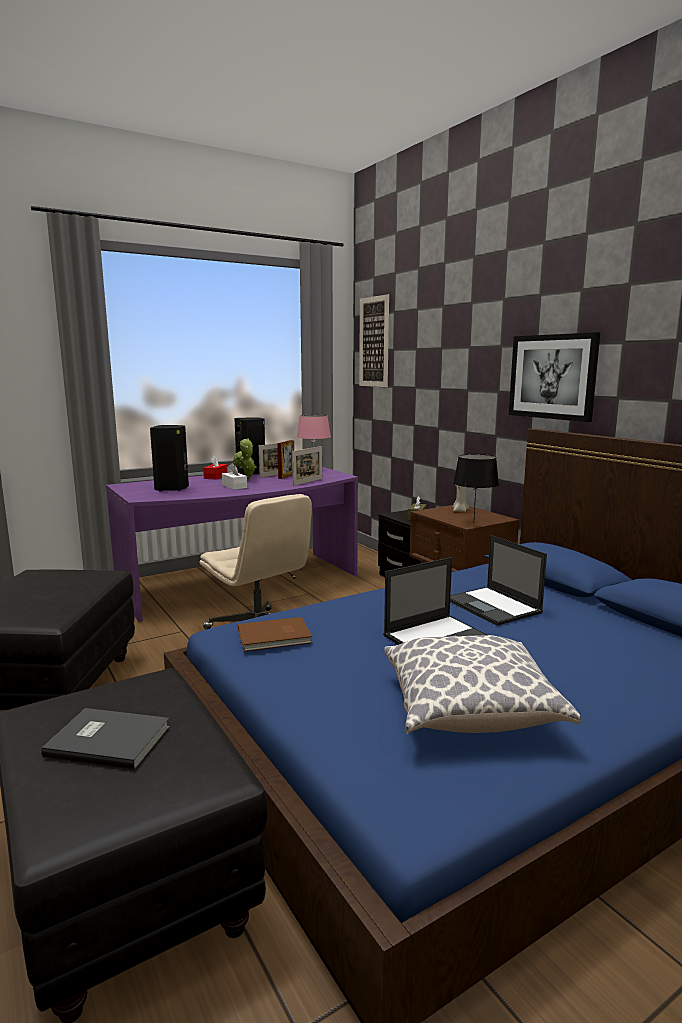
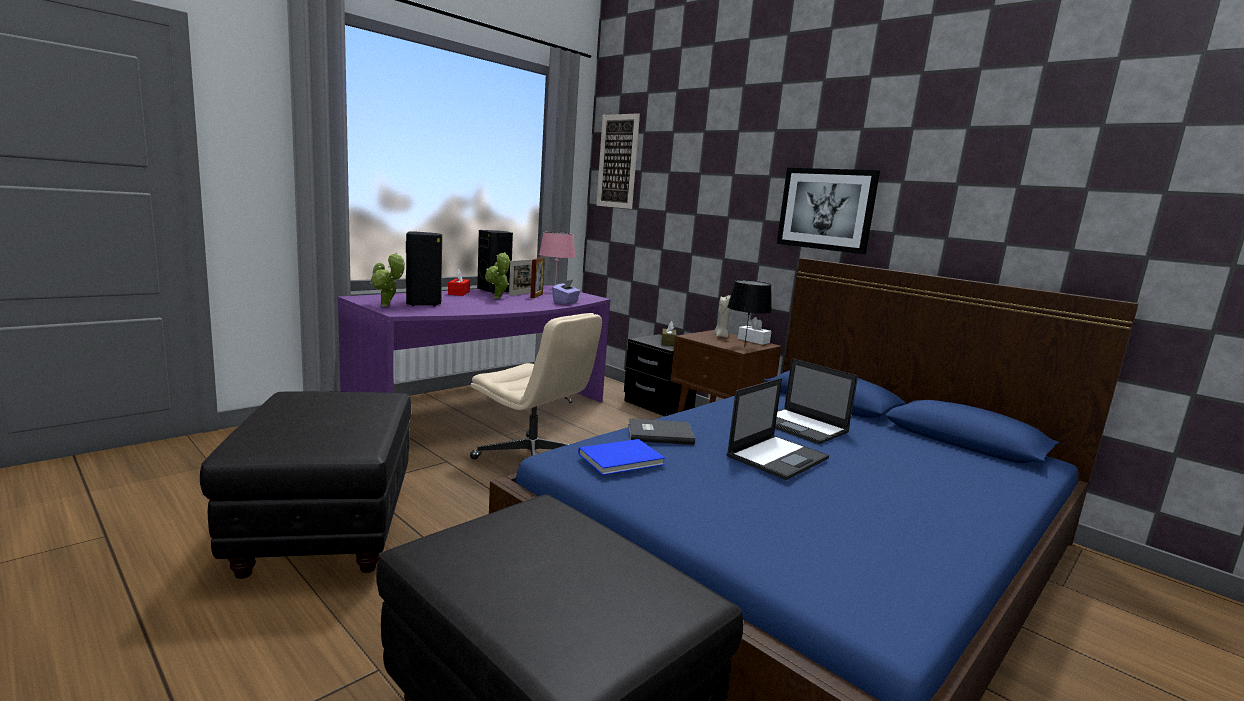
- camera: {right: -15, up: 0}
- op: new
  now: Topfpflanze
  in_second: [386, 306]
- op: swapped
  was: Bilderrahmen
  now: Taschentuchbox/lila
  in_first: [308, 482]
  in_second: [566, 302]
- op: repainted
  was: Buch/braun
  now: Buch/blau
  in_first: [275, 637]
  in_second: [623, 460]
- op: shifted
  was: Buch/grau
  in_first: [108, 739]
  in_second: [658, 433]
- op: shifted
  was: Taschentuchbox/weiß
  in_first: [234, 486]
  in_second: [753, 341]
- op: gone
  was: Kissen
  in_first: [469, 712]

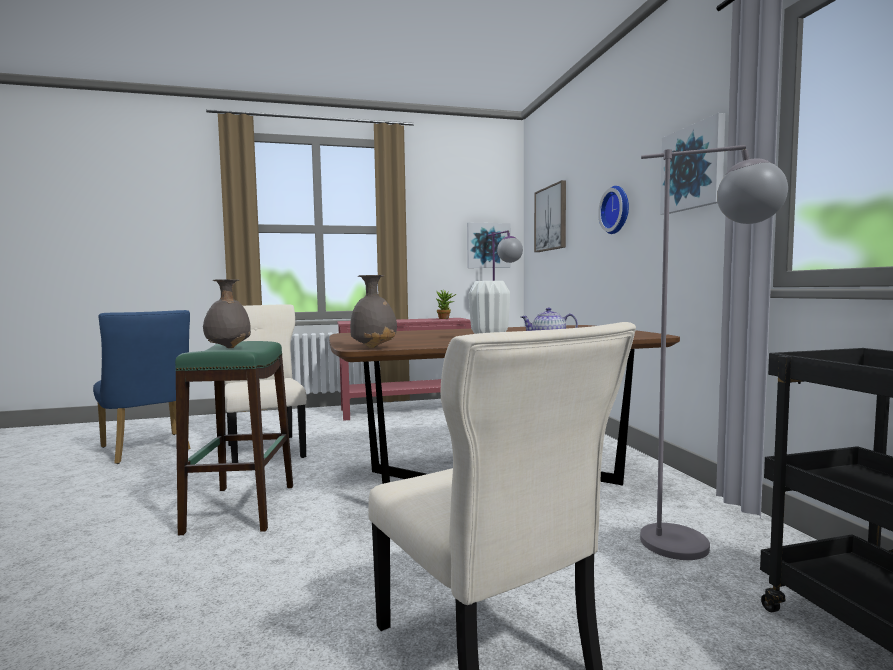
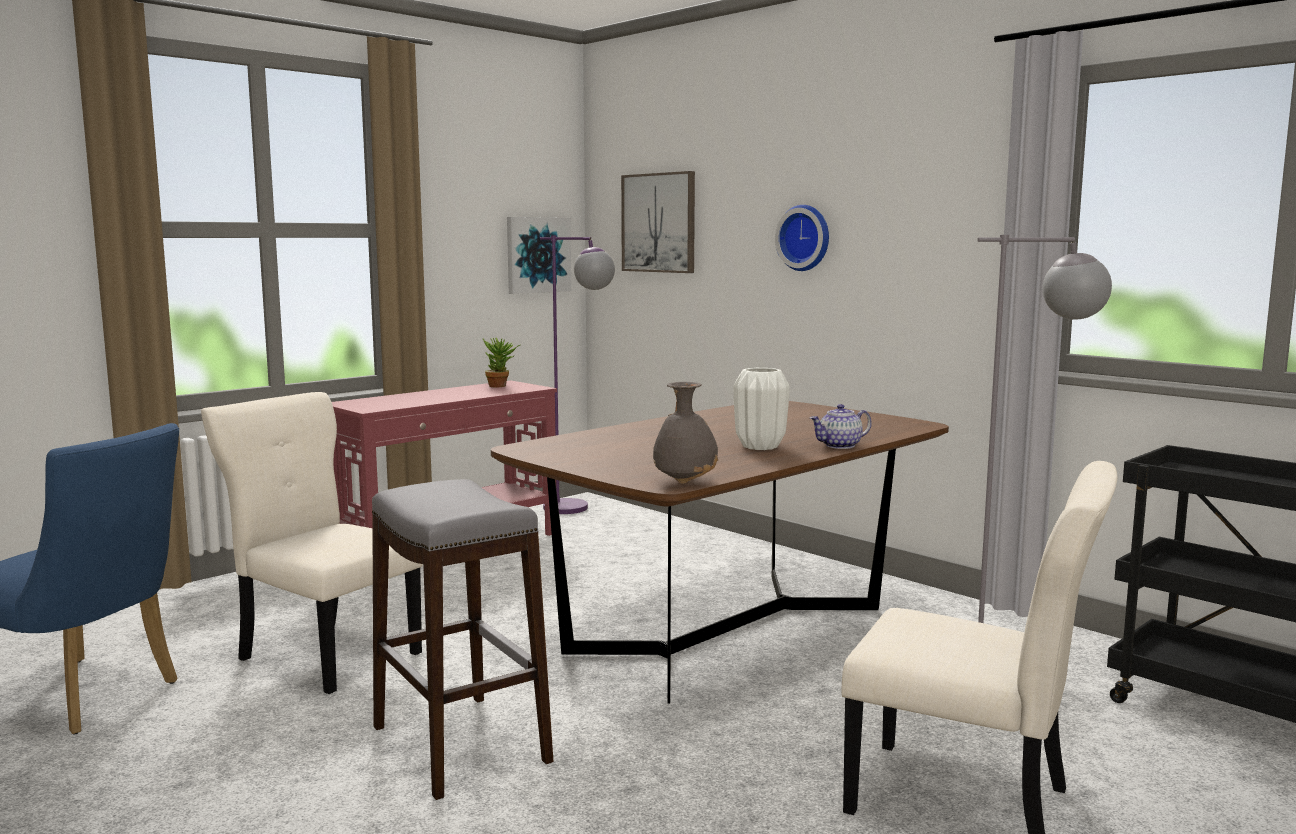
- camera: {right: -30, up: 5}
- op: repainted
  was: Hocker/grün
  now: Hocker/grau
  in_first: [241, 508]
  in_second: [459, 744]
- op: gone
  was: Vase/grau
  in_first: [227, 348]
- op: gone
  was: Bild
  in_first: [693, 168]

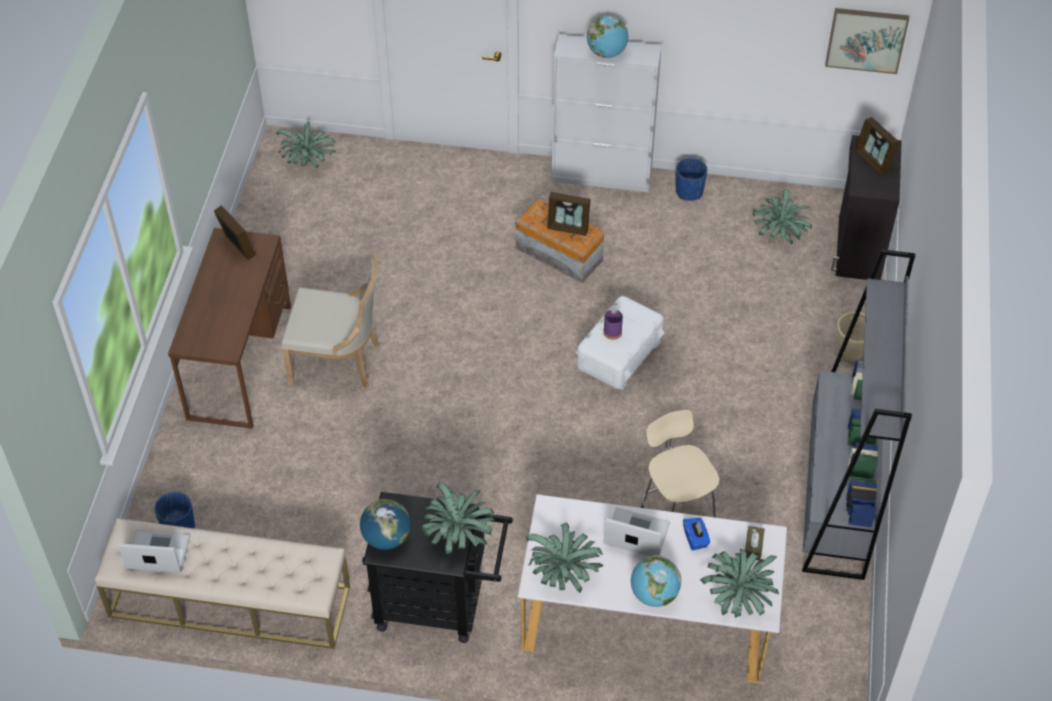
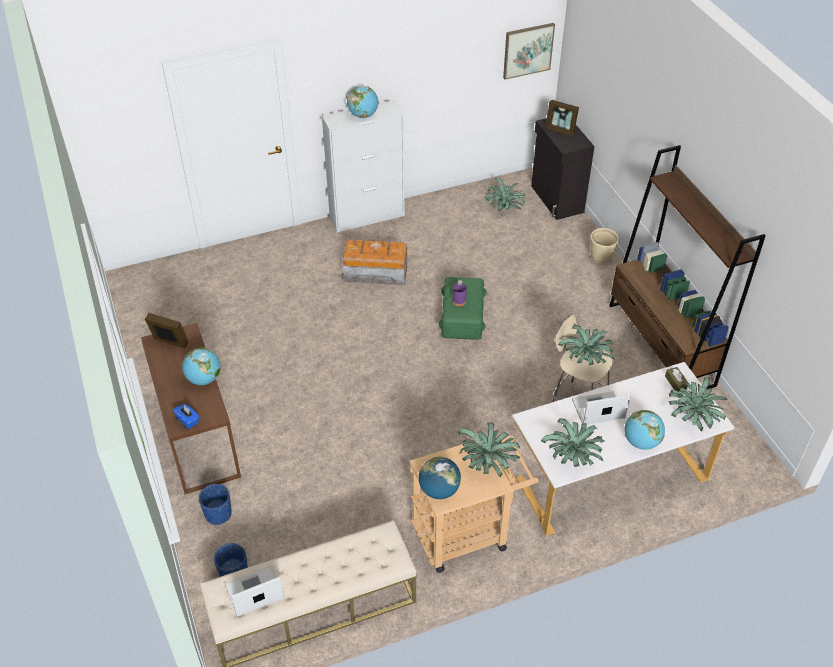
- camera: {right: -30, up: -5}
- op: shifted
  was: Taschentuchbox/blau
  in_first: [695, 539]
  in_second: [188, 420]
- op: new
  now: Globus
  in_second: [204, 379]
- op: shifted
  was: Pflanzkübel/blau
  in_first: [689, 191]
  in_second: [218, 514]
- op: repainted
  was: Rollwagen/schwarz
  now: Rollwagen/beige
  in_first: [440, 604]
  in_second: [467, 532]
- op: repainted
  was: Aufbewahrungsbox/weiß
  now: Aufbewahrungsbox/grün
  in_first: [618, 354]
  in_second: [462, 318]
- op: shifted
  was: Topfpflanze
  in_first: [308, 162]
  in_second: [586, 359]
- op: repainted
  was: Bücherregal/grau
  now: Bücherregal/braun
  in_first: [837, 496]
  in_second: [661, 345]
- op: gone
  was: Stuhl/beige
  in_first: [338, 362]
- op: gone
  was: Bilderrahmen
  in_first: [568, 228]

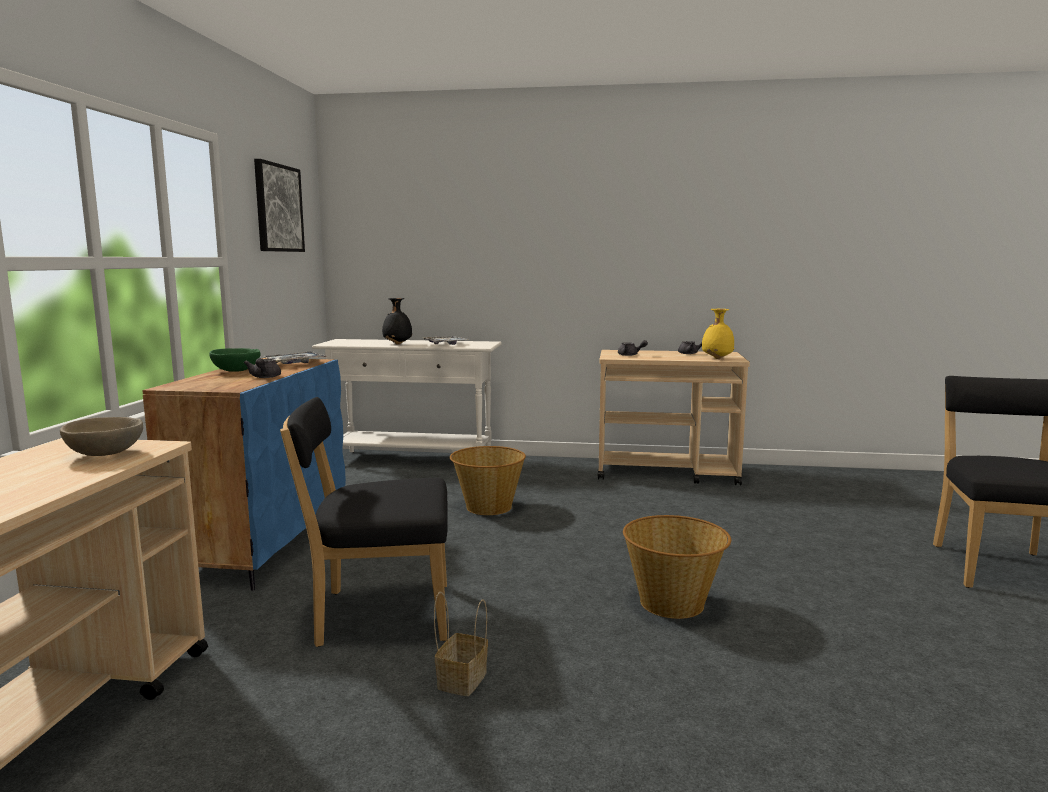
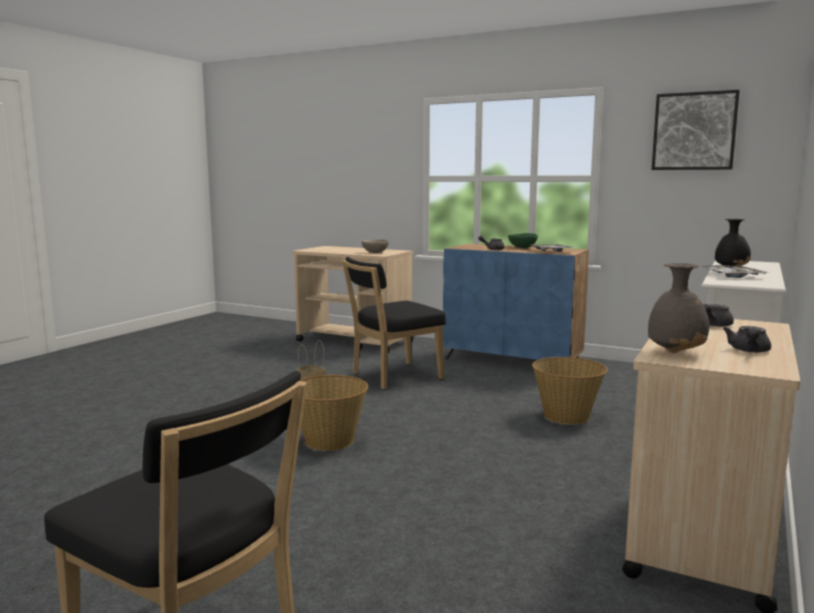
- camera: {right: 110, up: 0}
- op: rotated
  was: Stuhl/schwarz
  in_first: [377, 615]
  in_second: [393, 377]
  clockwise: -135
- op: repainted
  was: Vase/gelb
  now: Vase/grau
  in_first: [716, 358]
  in_second: [676, 352]

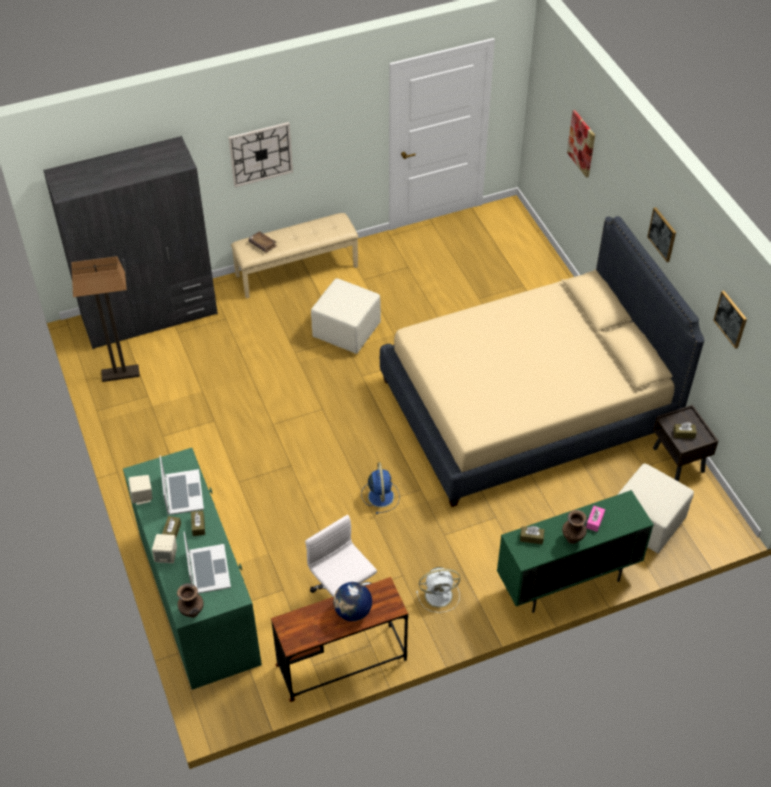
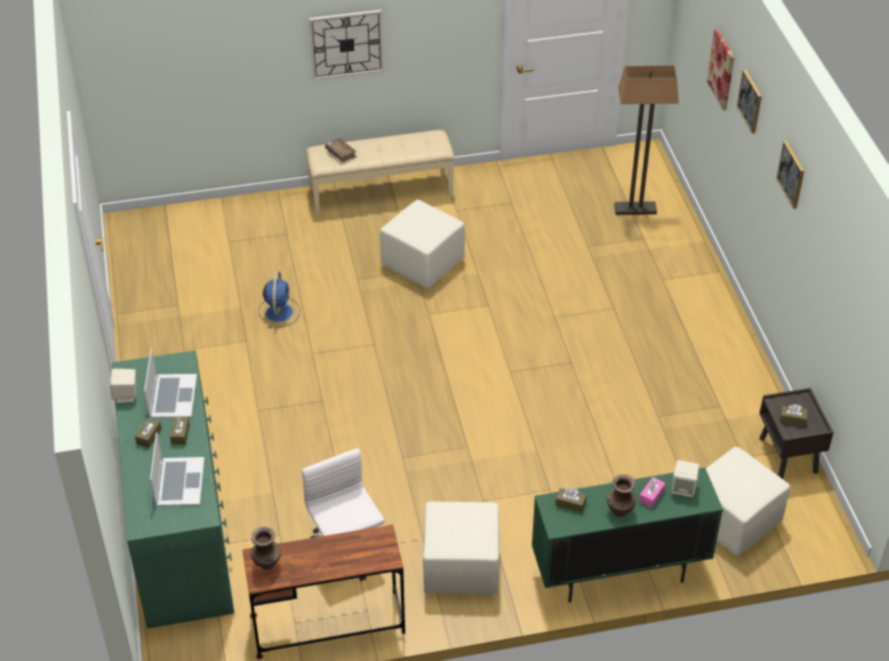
- camera: {right: 10, up: -5}
- op: shifted
  was: Vase/braun
  in_first: [192, 612]
  in_second: [267, 564]
- op: shifted
  was: Ventilator/blau
  in_first: [380, 495]
  in_second: [279, 311]
- op: swapped
  was: Ventilator/weiß
  now: Polsterhocker/beige
  in_first: [440, 595]
  in_second: [462, 567]
- op: shifted
  was: Stehlampe
  in_first: [120, 374]
  in_second: [635, 209]
- op: shifted
  was: Lautsprecher/beige
  in_first: [166, 556]
  in_second: [683, 488]
- op: shifted
  was: Bild
  in_first: [731, 319]
  in_second: [750, 101]
- op: gone
  was: Kleiderschrank/grau
  in_first: [150, 315]
- op: gone
  was: Globus
  in_first: [352, 611]
- op: gone
  was: Bett/beige
  in_first: [528, 405]

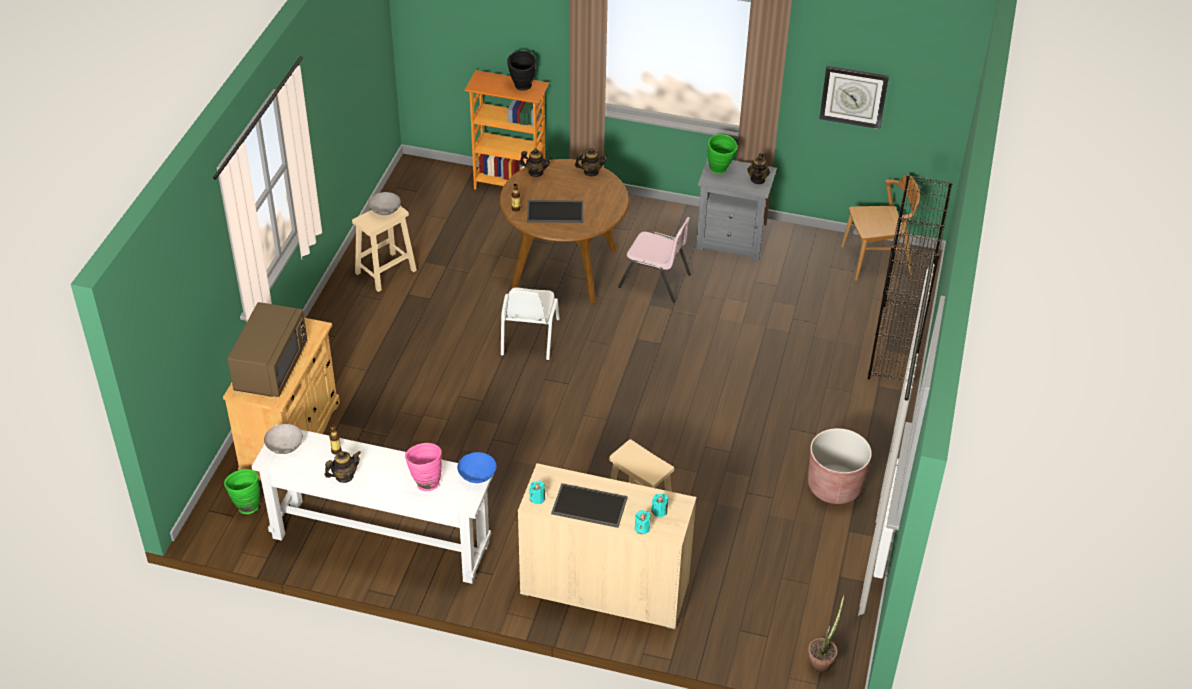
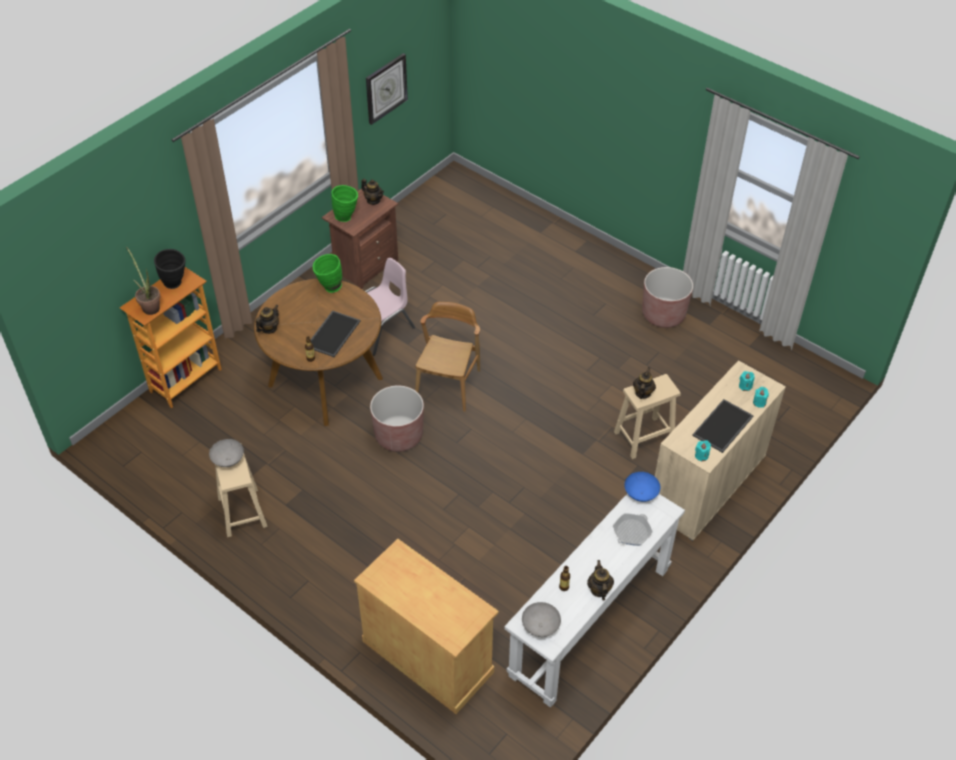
- camera: {right: -65, up: 5}
- op: shifted
  was: Topfpflanze
  in_first: [822, 661]
  in_second: [149, 306]
- op: shifted
  was: Vase/grün
  in_first: [246, 505]
  in_second: [329, 288]
- op: repainted
  was: Nachttisch/grau
  now: Nachttisch/braun
  in_first: [732, 241]
  in_second: [365, 266]
- op: swapped
  was: Stuhl/weiß
  now: Pflanzkübel/braun
  in_first: [529, 337]
  in_second: [399, 435]
- op: shifted
  was: Stuhl/braun
  in_first: [876, 261]
  in_second: [448, 385]
- op: swapped
  was: Vase/rosa
  now: Pfanne
  in_first: [425, 482]
  in_second: [632, 532]
- op: shifted
  was: Teekanne
  in_first: [591, 172]
  in_second: [642, 393]
- op: gone
  was: Mikrowelle/braun
  in_first: [271, 367]
- op: gone
  was: Bücherregal/schwarz
  in_first: [897, 346]

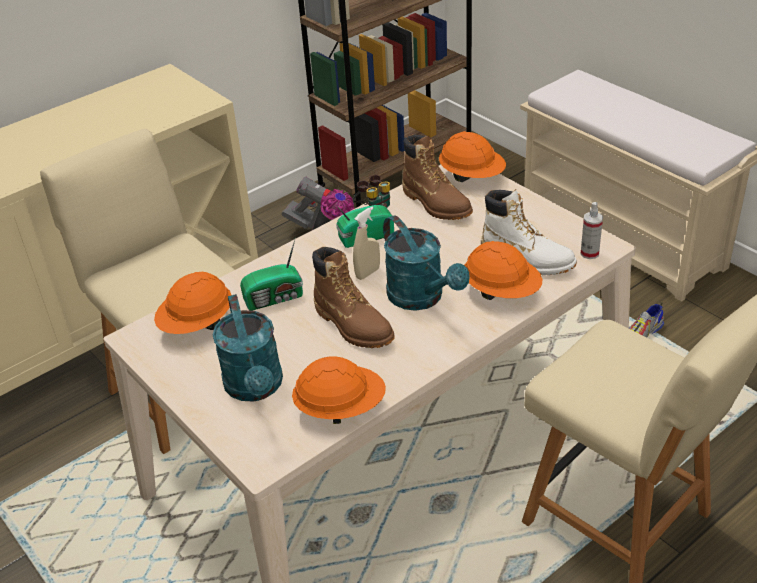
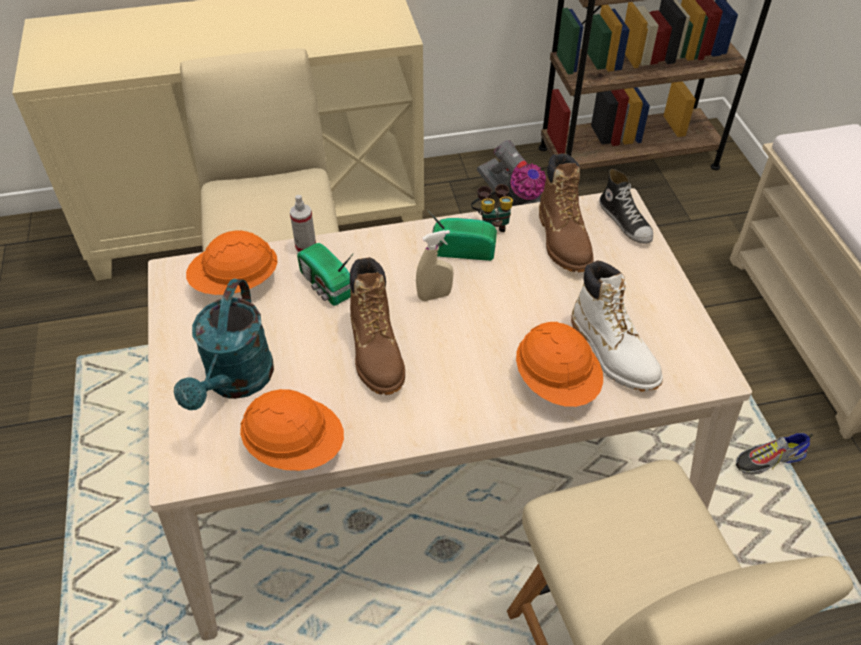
- camera: {right: 25, up: 10}
- op: shifted
  was: Sprühflasche
  in_first: [589, 253]
  in_second: [306, 247]
- op: rotated
  was: Radio
  in_first: [275, 298]
  in_second: [326, 286]
  clockwise: 45
- op: swapped
  was: Schutzhelm/orange
  now: Schuh
  in_first: [472, 177]
  in_second: [625, 222]
- op: gone
  was: Gießkanne/türkis
  in_first: [421, 298]

